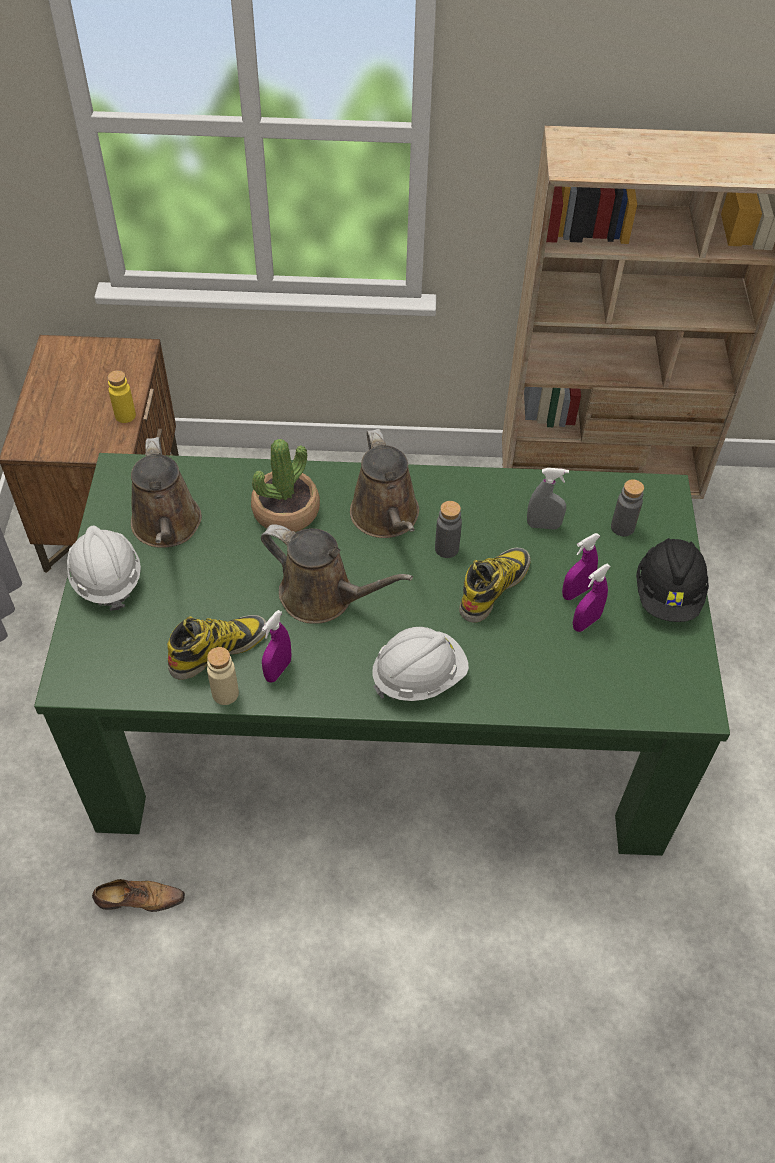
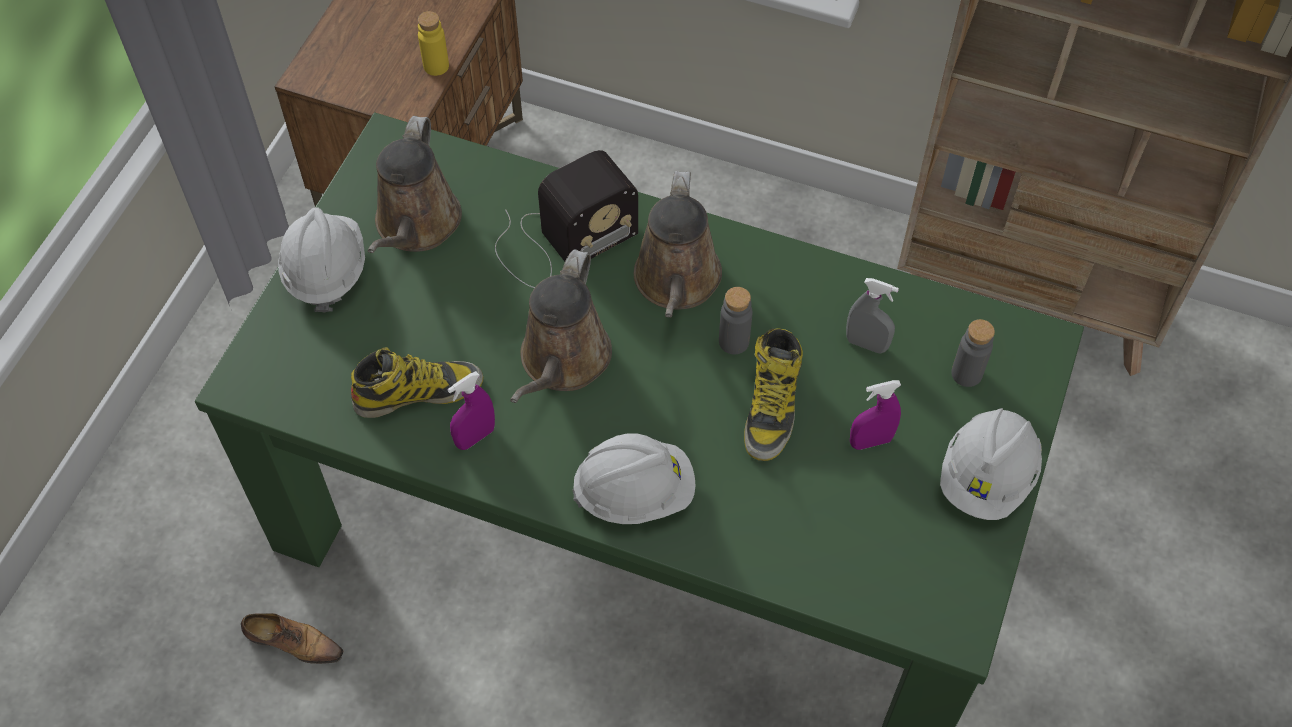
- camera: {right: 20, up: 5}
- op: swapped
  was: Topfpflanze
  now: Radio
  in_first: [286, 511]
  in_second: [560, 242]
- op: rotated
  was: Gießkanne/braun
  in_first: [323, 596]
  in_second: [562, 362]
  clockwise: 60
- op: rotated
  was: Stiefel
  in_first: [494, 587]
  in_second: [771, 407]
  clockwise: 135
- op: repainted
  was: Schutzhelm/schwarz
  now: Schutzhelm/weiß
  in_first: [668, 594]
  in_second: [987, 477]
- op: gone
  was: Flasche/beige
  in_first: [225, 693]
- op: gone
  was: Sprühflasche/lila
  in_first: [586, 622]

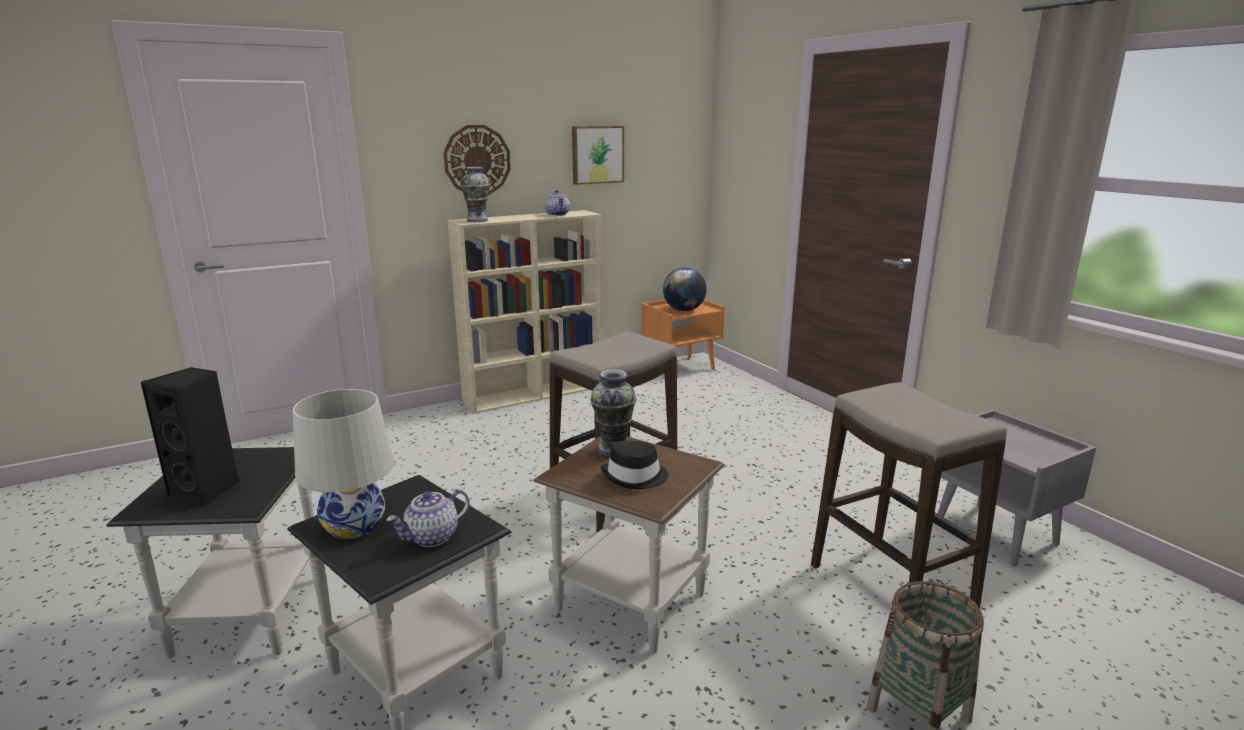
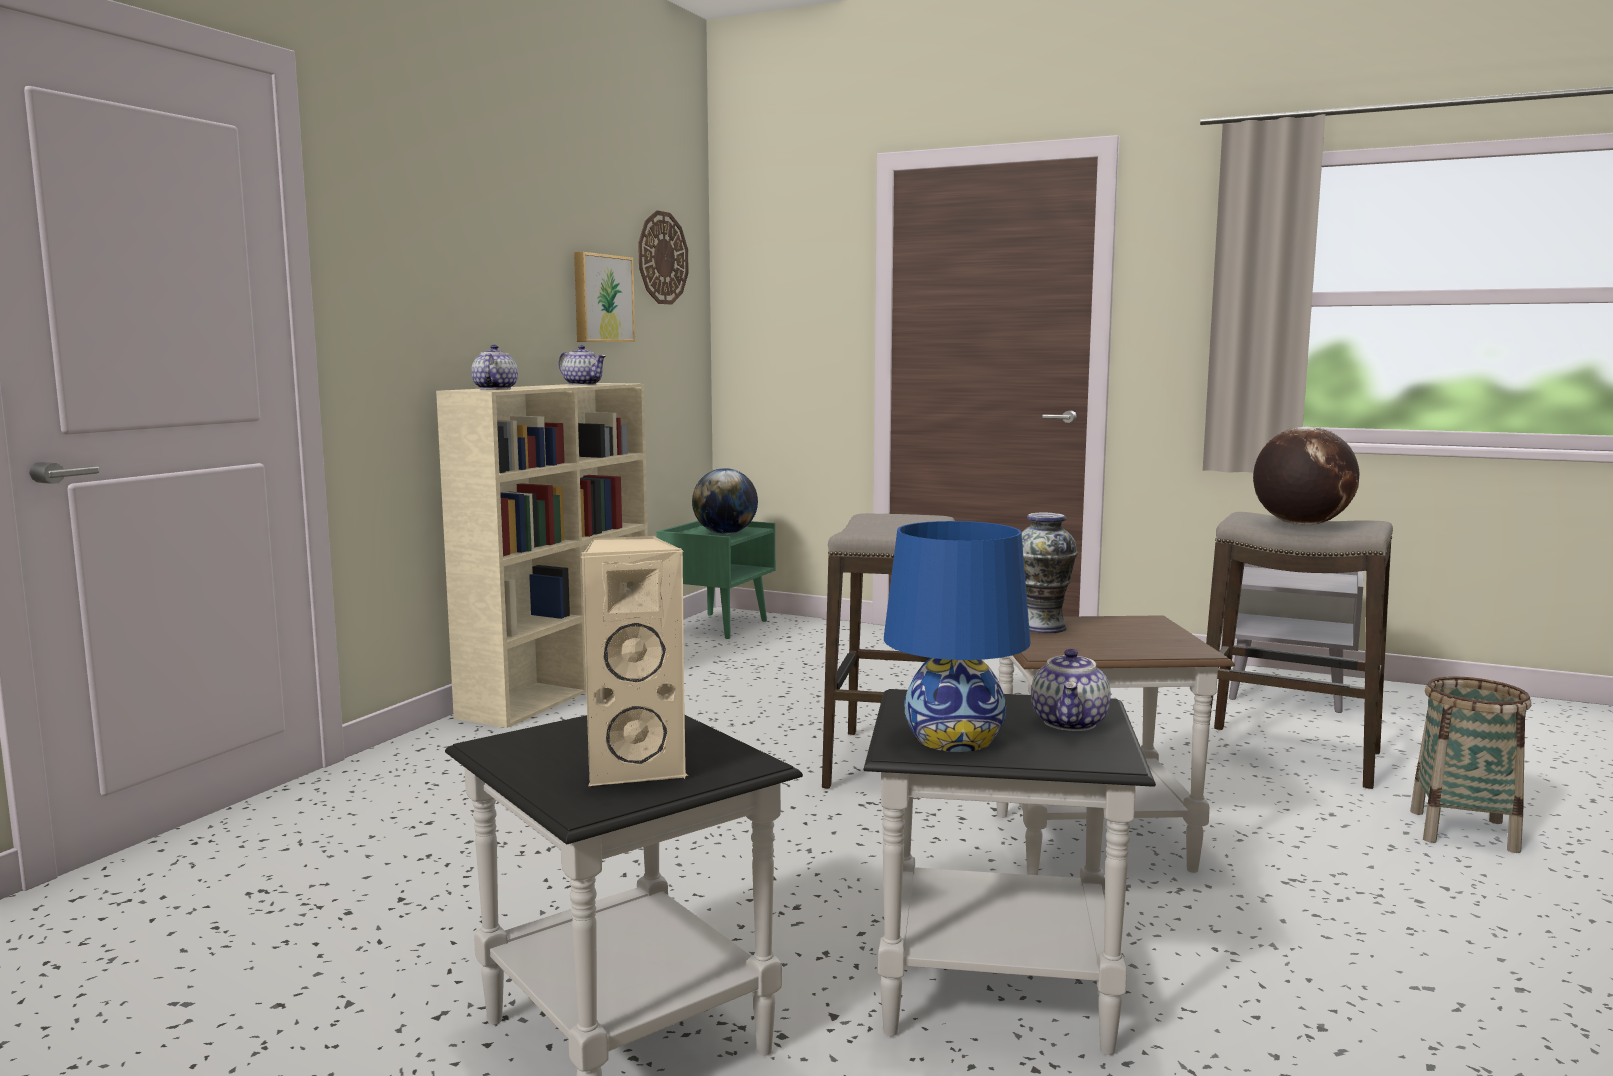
- camera: {right: -35, up: -10}
- op: swapped
  was: Vase
  now: Teekanne
  in_first: [477, 220]
  in_second: [494, 389]
- op: repainted
  was: Lautsprecher/schwarz
  now: Lautsprecher/beige
  in_first: [207, 490]
  in_second: [635, 767]
- op: shifted
  was: Wanduhr
  in_first: [477, 160]
  in_second: [662, 258]
- op: repainted
  was: Nachttisch/orange
  now: Nachttisch/grün
  in_first: [681, 367]
  in_second: [718, 626]
- op: repainted
  was: Tischlampe/weiß
  now: Tischlampe/blau
  in_first: [354, 526]
  in_second: [954, 739]
- op: new
  now: Globus
  in_second: [1301, 525]
- op: gone
  was: Hut/schwarz
  in_first: [635, 477]

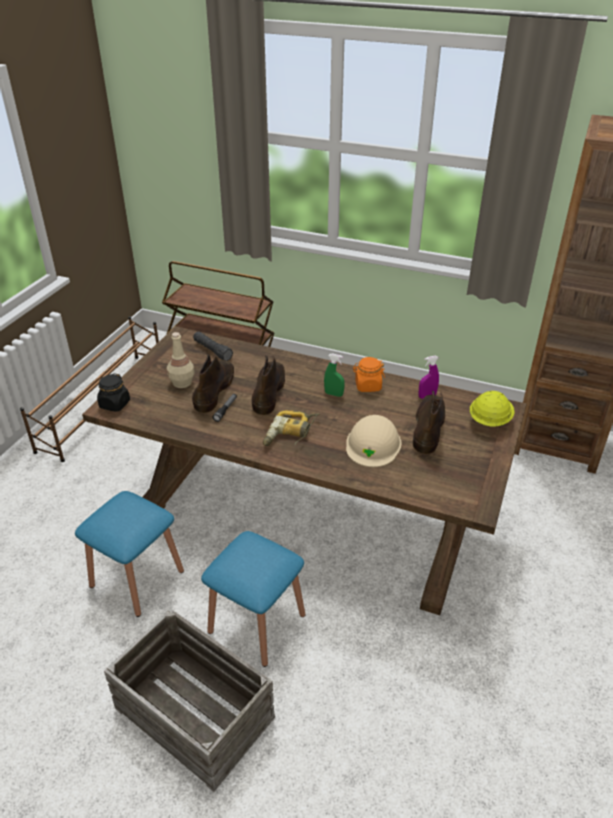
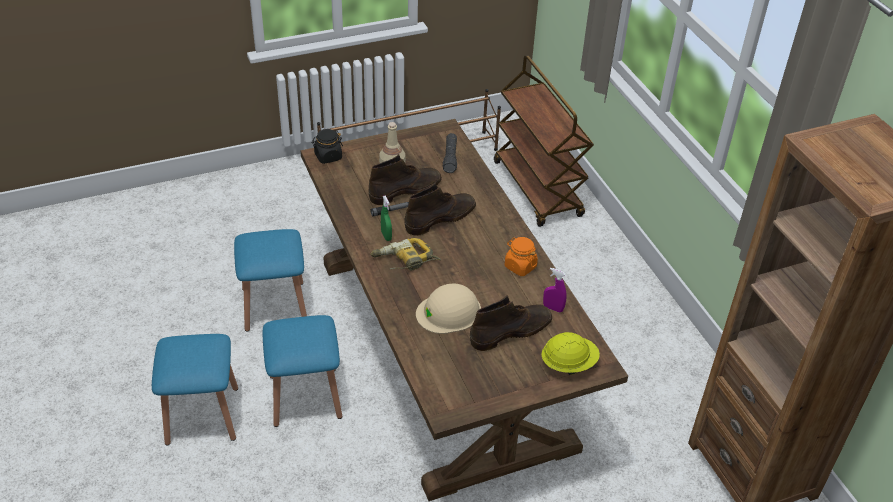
- camera: {right: 45, up: 5}
- op: swapped
  was: Kiste
  now: Hocker/blau
  in_first: [193, 714]
  in_second: [202, 415]
- op: shifted
  was: Sprühflasche/grün
  in_first: [333, 394]
  in_second: [386, 236]

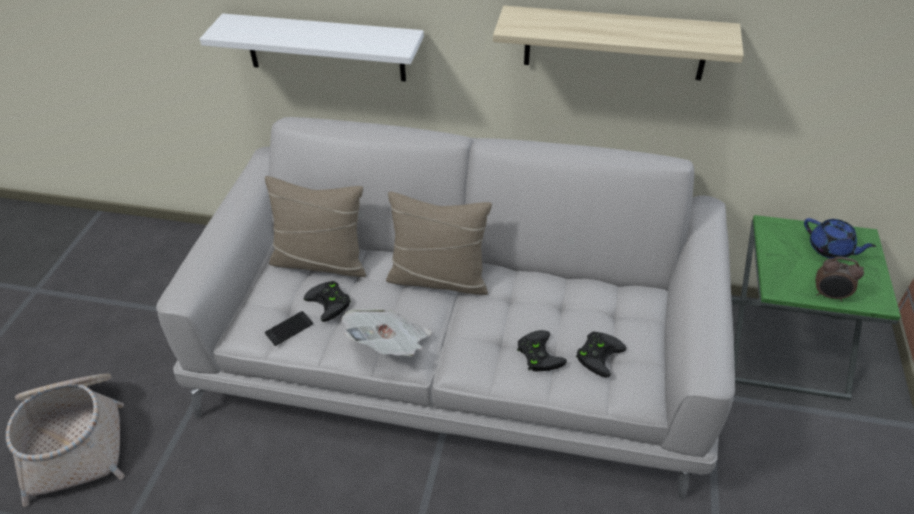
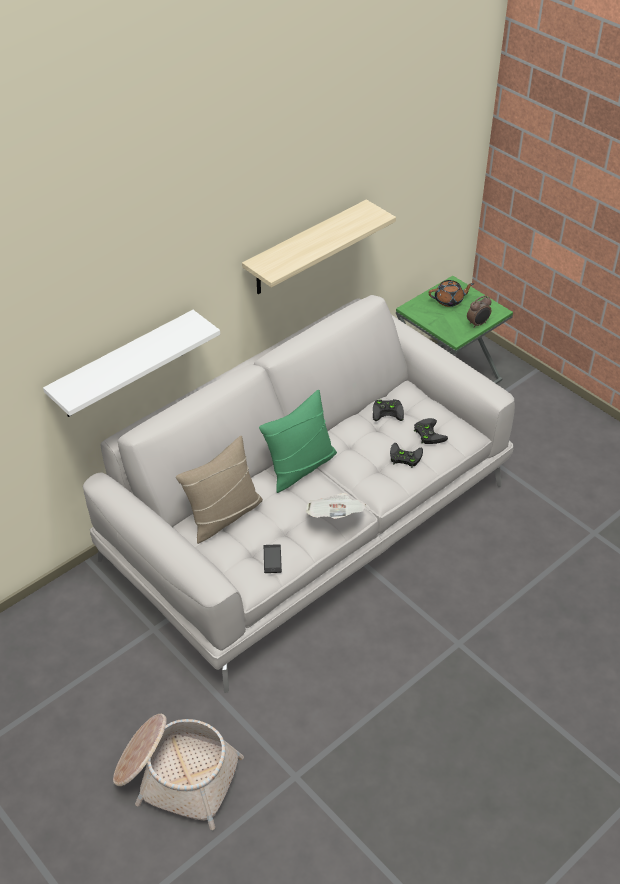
- camera: {right: -55, up: 0}
- op: repainted
  was: Kissen/beige
  now: Kissen/grün
  in_first: [439, 278]
  in_second: [300, 467]
- op: shifted
  was: Gamepad/schwarz
  in_first: [331, 302]
  in_second: [388, 411]
- op: repainted
  was: Teekanne/blau
  now: Teekanne/braun
  in_first: [830, 249]
  in_second: [449, 300]

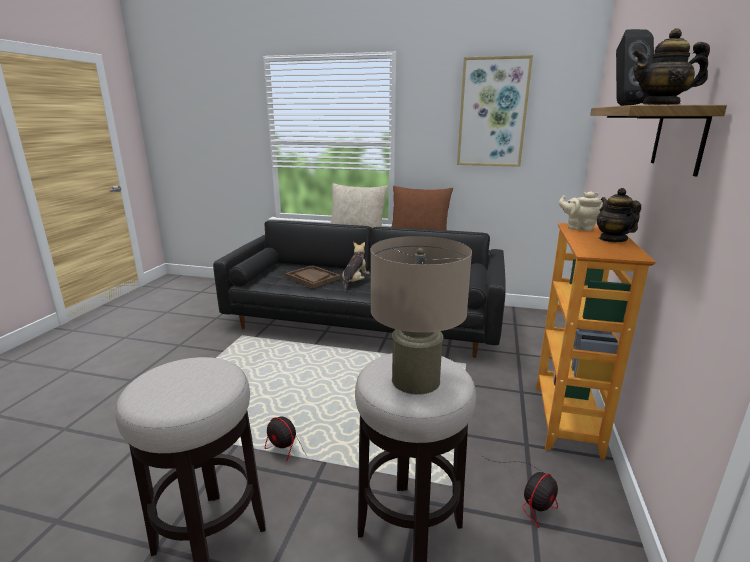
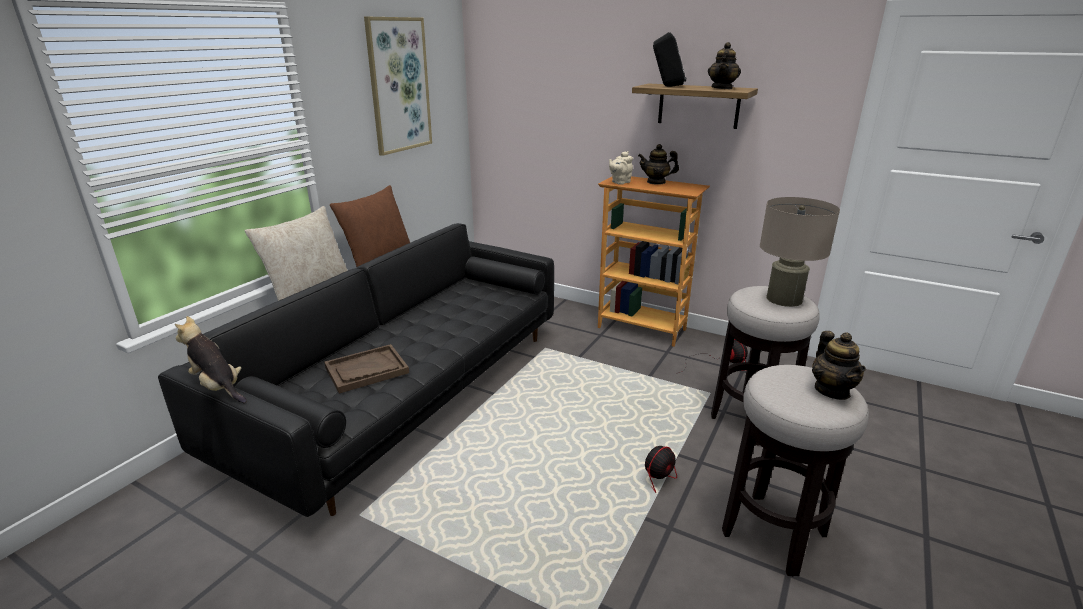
- camera: {right: -75, up: 5}
- op: shifted
  was: Plüschtier
  in_first: [355, 282]
  in_second: [218, 387]
- op: new
  now: Teekanne
  in_second: [832, 390]

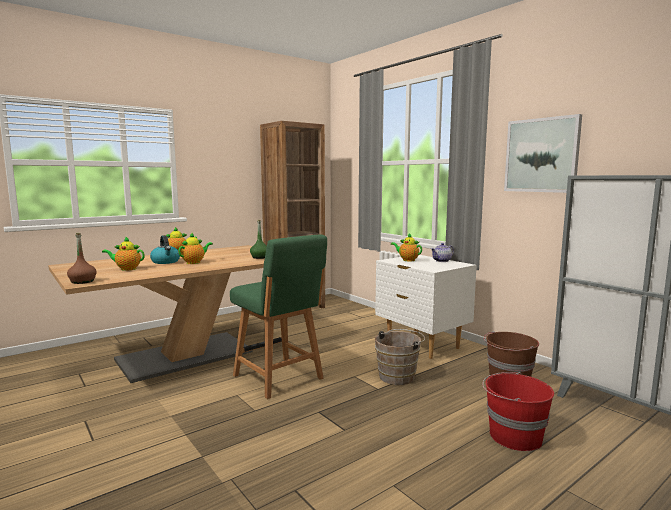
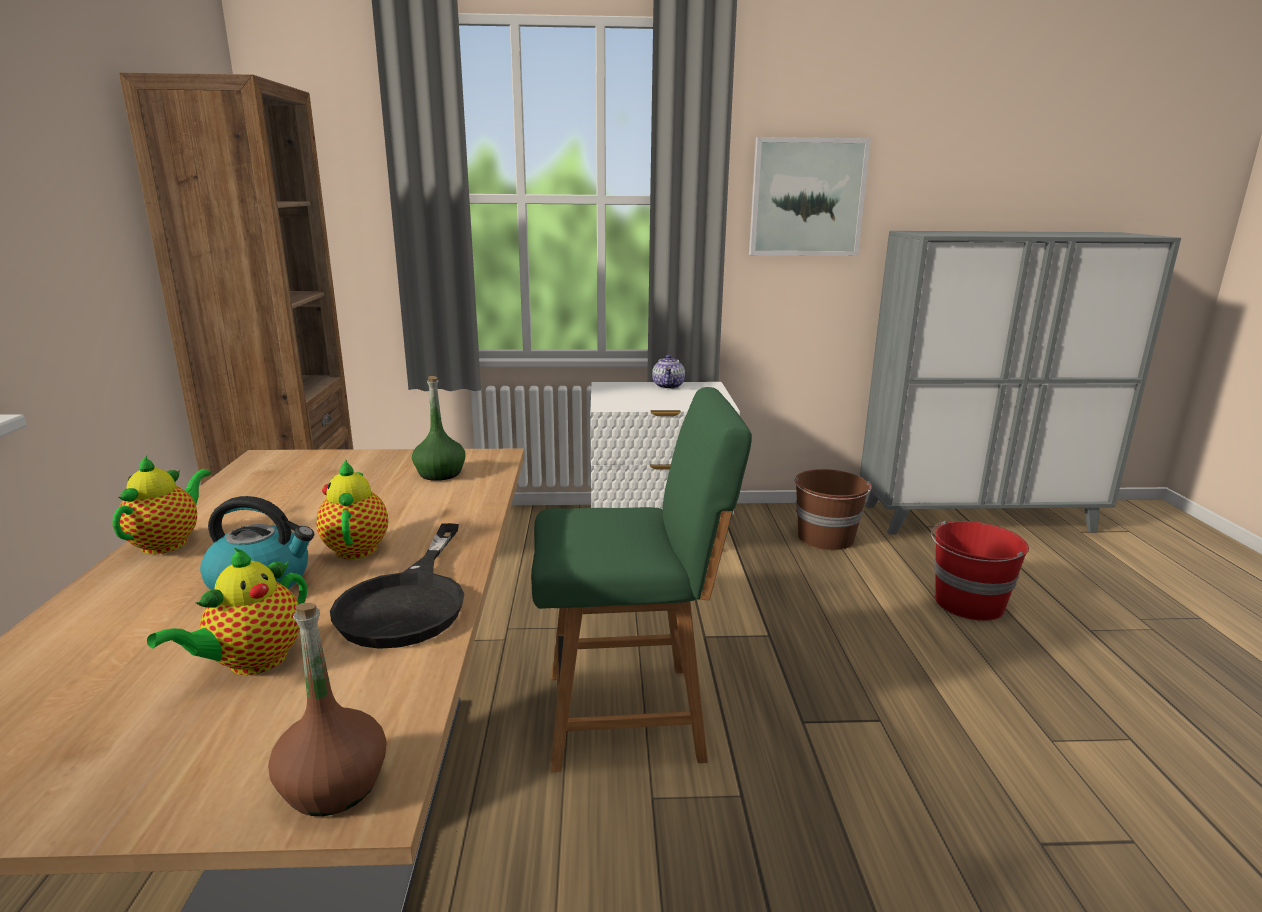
- camera: {right: -55, up: 10}
- op: new
  now: Pfanne/schwarz
  in_second: [409, 601]
- op: gone
  was: Eimer/braun
  in_first: [399, 376]
- op: gone
  was: Teekanne
  in_first: [407, 260]

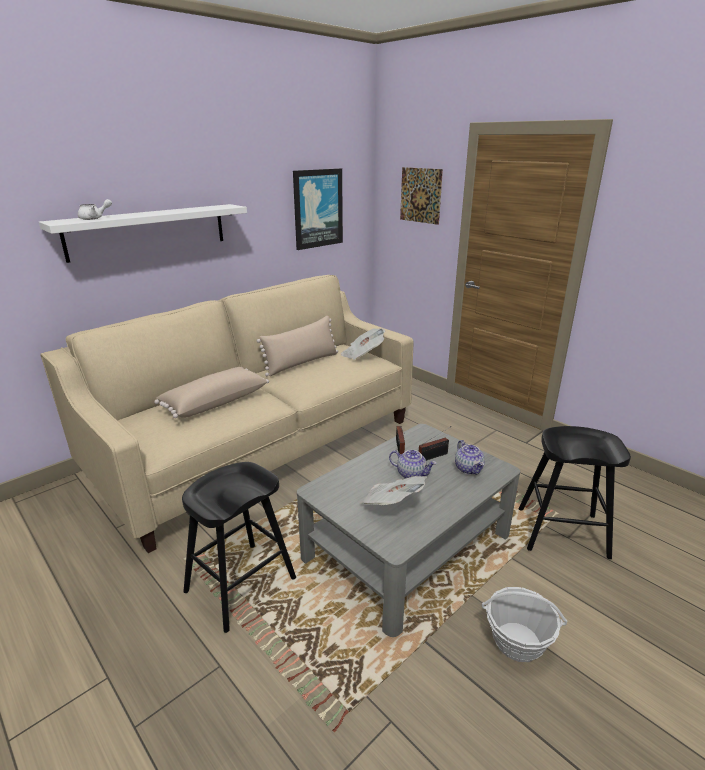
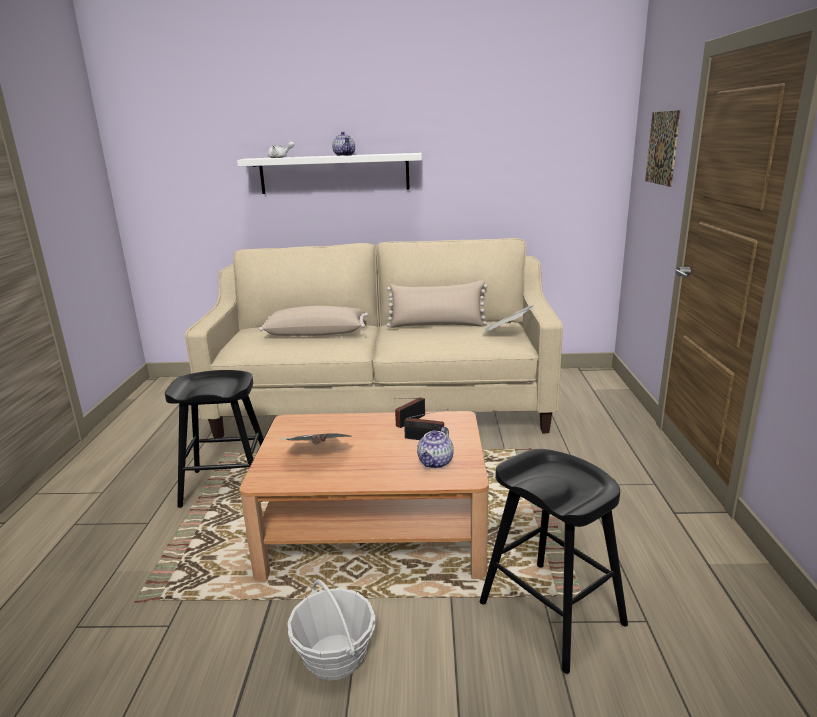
- camera: {right: 45, up: -5}
- op: repainted
  was: Couchtisch/grau
  now: Couchtisch/braun
  in_first: [407, 545]
  in_second: [375, 529]
- op: shifted
  was: Teekanne
  in_first: [411, 474]
  in_second: [344, 155]
- op: gone
  was: Bild
  in_first: [318, 208]

